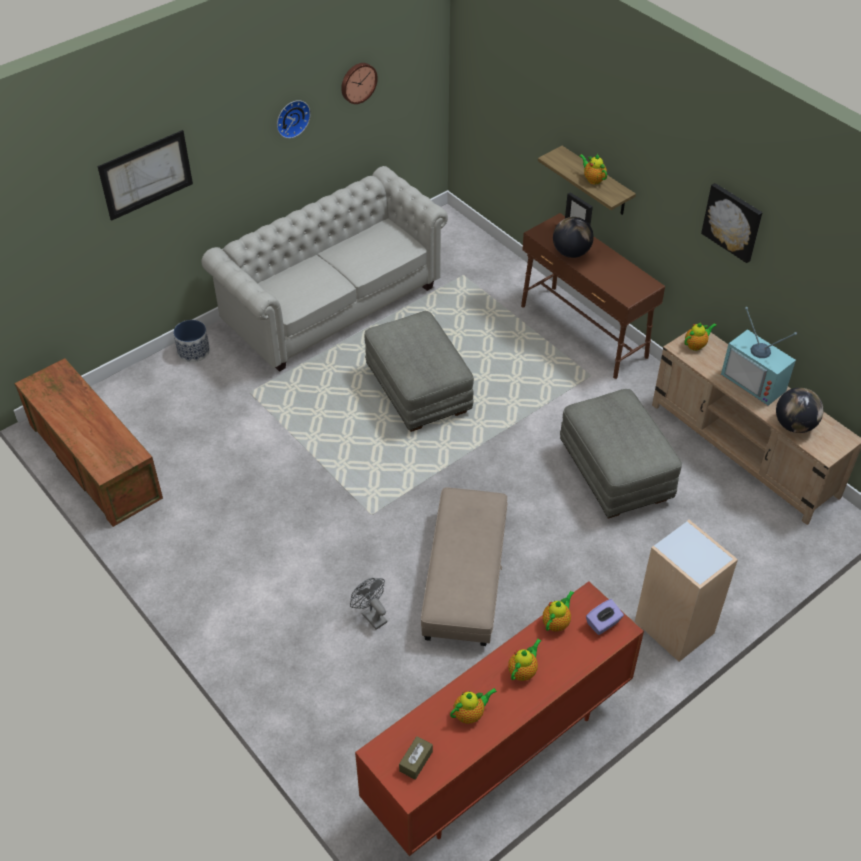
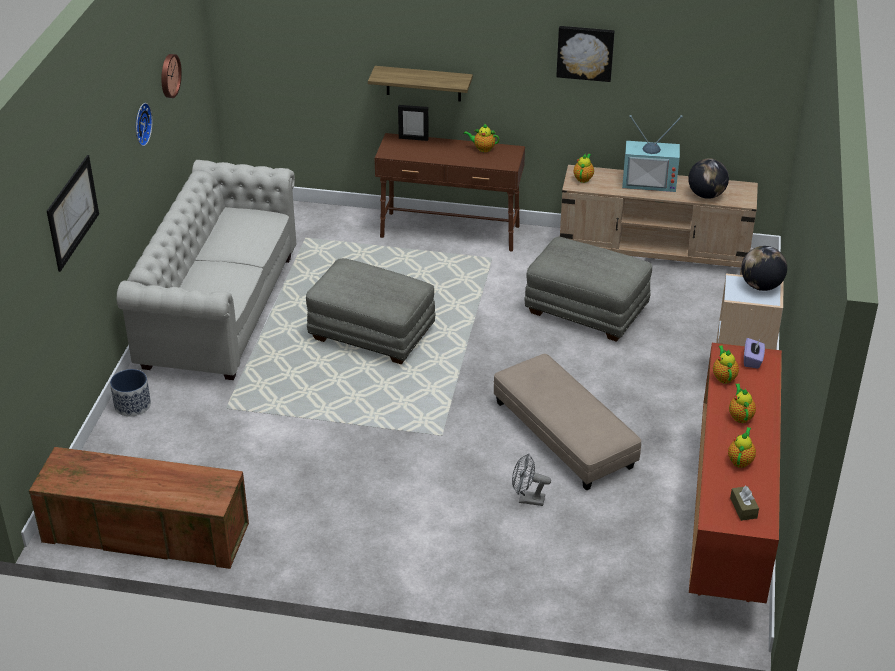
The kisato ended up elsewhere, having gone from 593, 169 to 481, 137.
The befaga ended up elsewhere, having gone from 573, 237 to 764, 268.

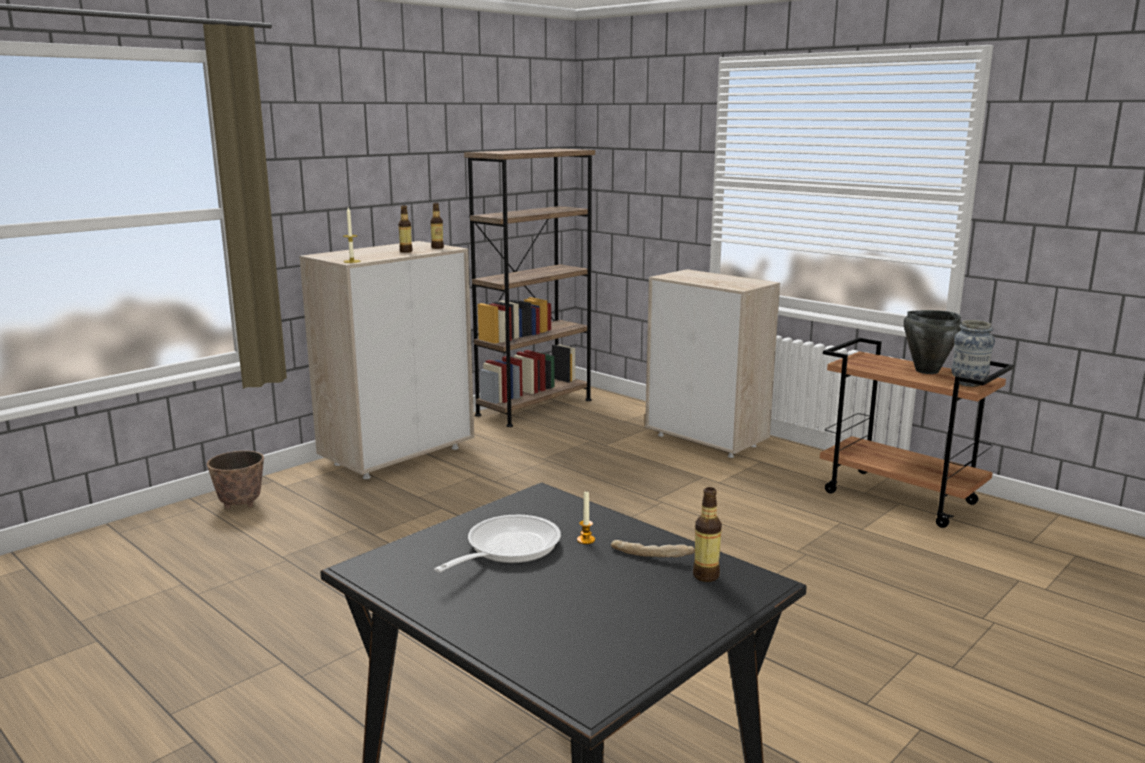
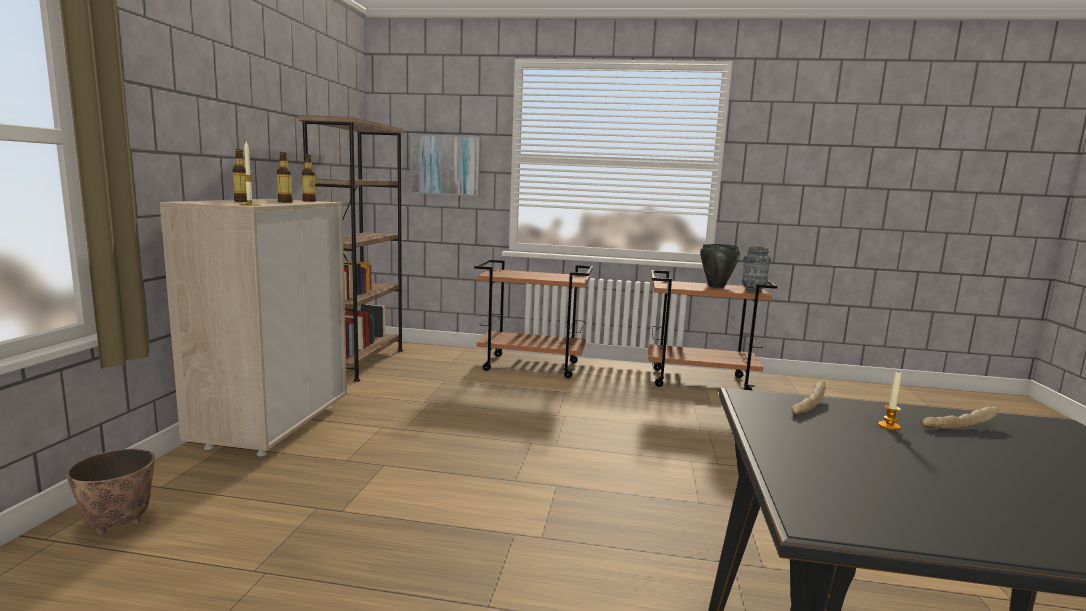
Where the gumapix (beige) stood at 712, 363, the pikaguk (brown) came to stand at 533, 319.
The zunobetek ended up elsewhere, having gone from 707, 534 to 240, 175.
The second view lost the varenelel at 497, 543.
The second view gained the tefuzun at 445, 165.
The second view gained the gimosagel at 808, 397.

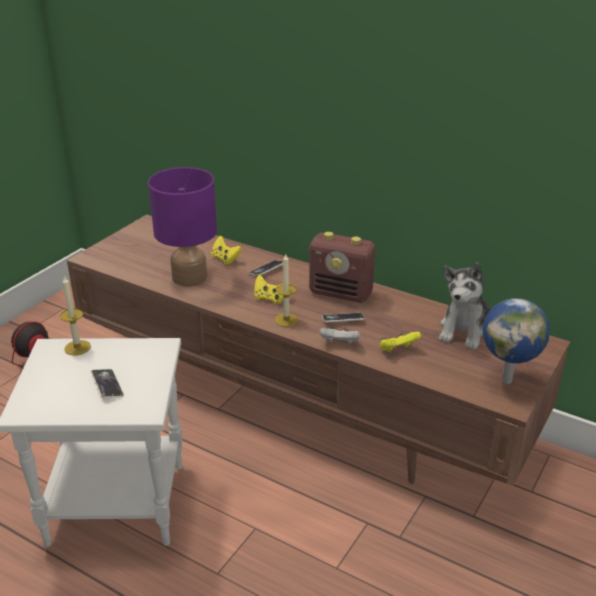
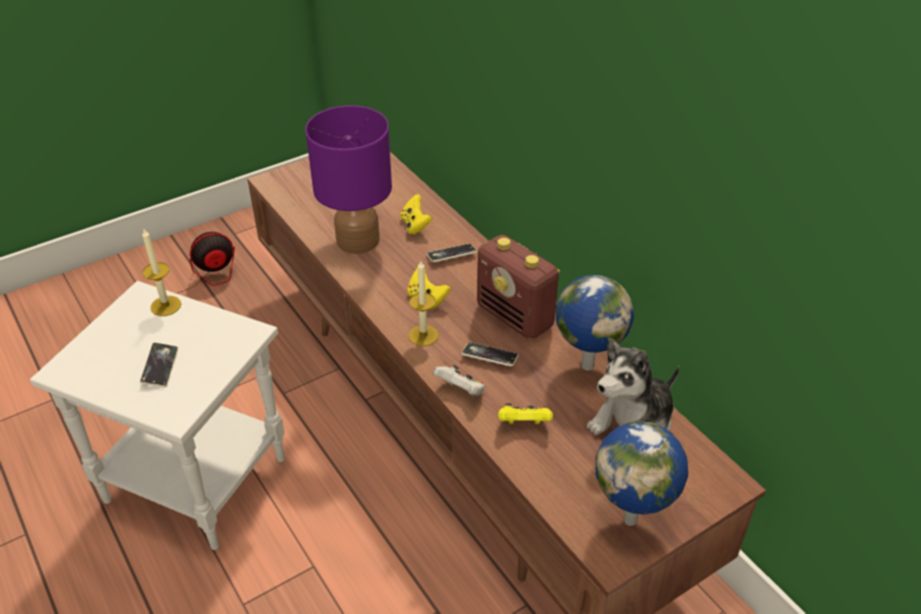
The second view gained the befaga at 595, 322.

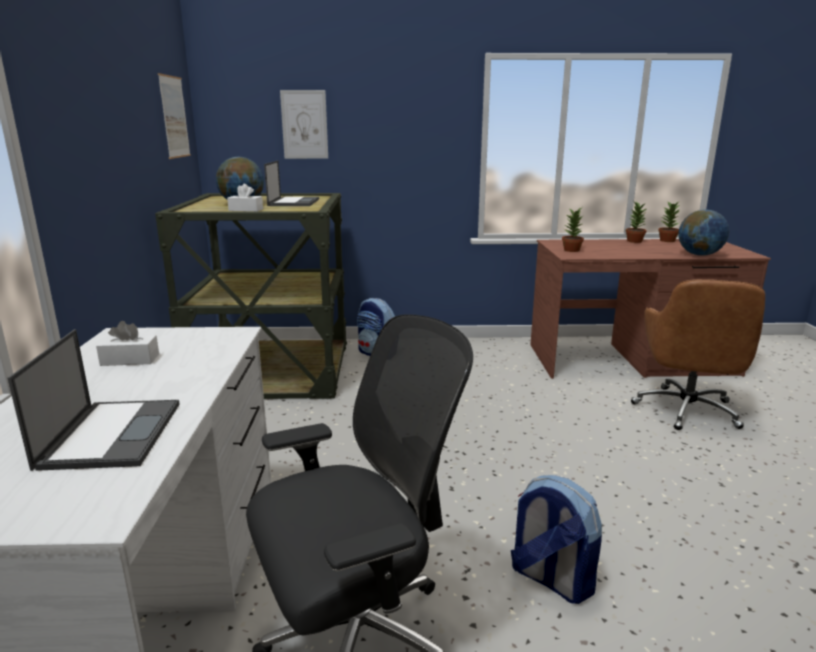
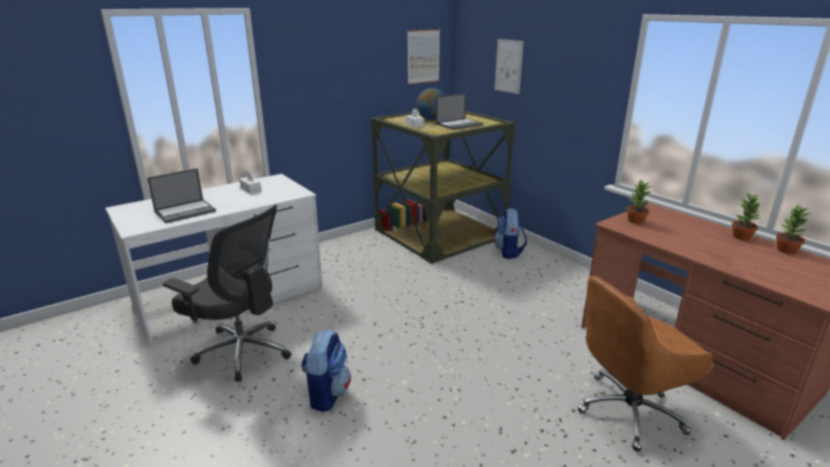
The second view lost the befaga at 703, 233.

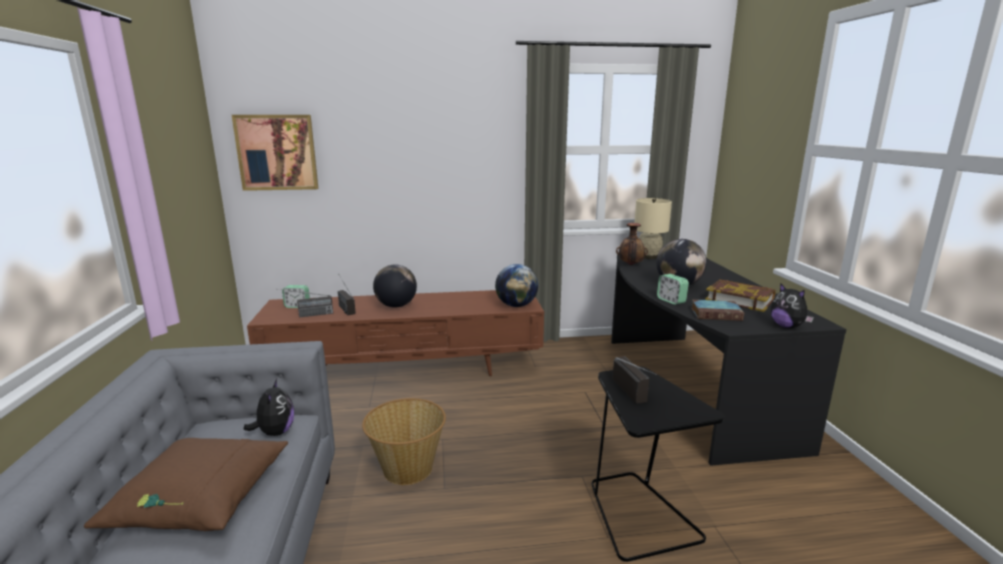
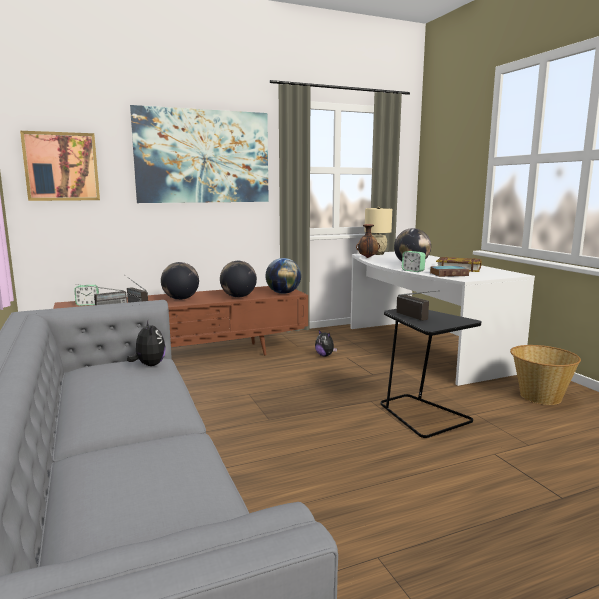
What was the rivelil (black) at 729, 360 turned into the rivelil (white) at 443, 319.
The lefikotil ended up elsewhere, having gone from 792, 305 to 326, 343.
The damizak ended up elsewhere, having gone from 404, 441 to 545, 375.
The second view lost the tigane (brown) at 186, 484.
The second view gained the tefuzun at 199, 154.
The second view gained the befaga at 238, 279.

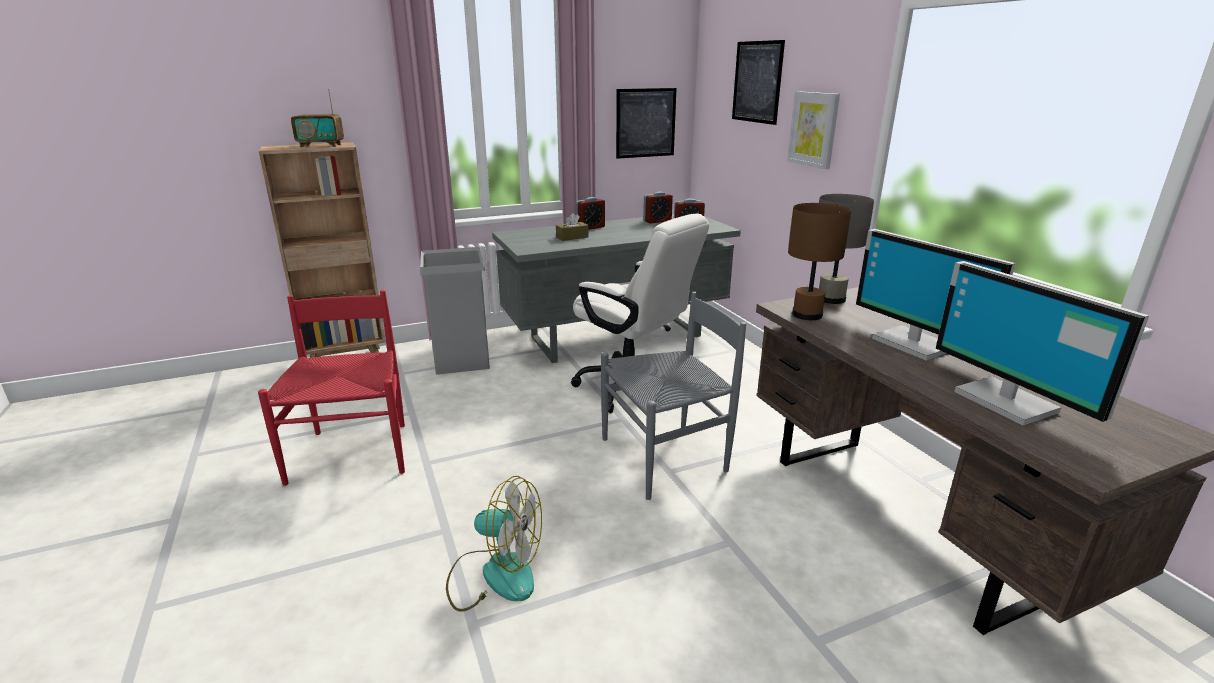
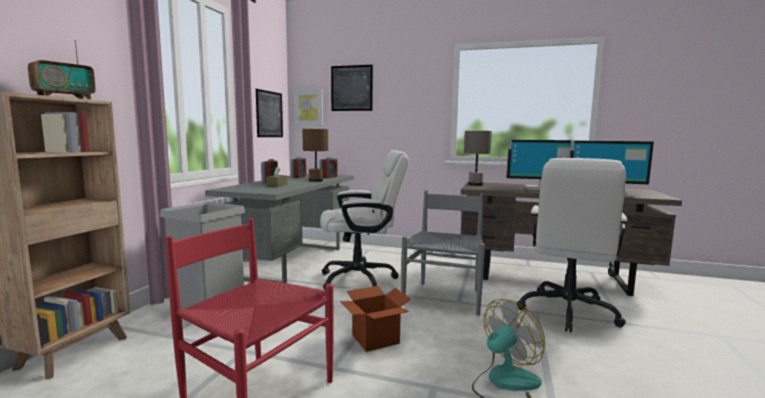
The tefuzun ended up elsewhere, having gone from 813, 130 to 308, 107.
The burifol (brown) ended up elsewhere, having gone from 819, 261 to 315, 155.
The second view gained the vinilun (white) at 572, 245.
The second view gained the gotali at 375, 319.

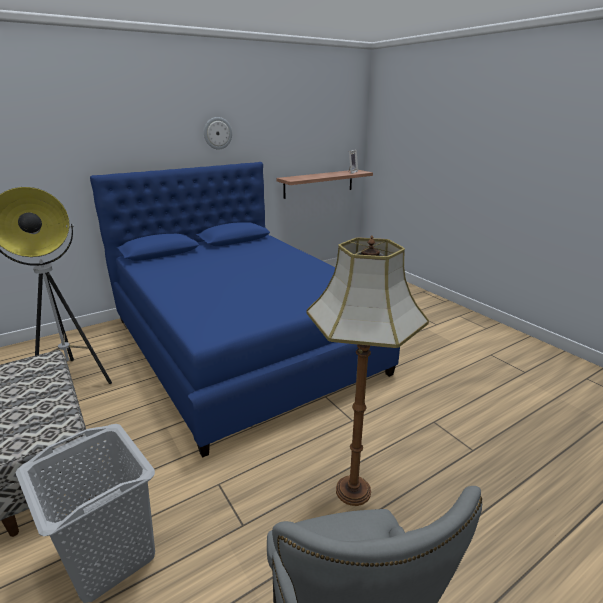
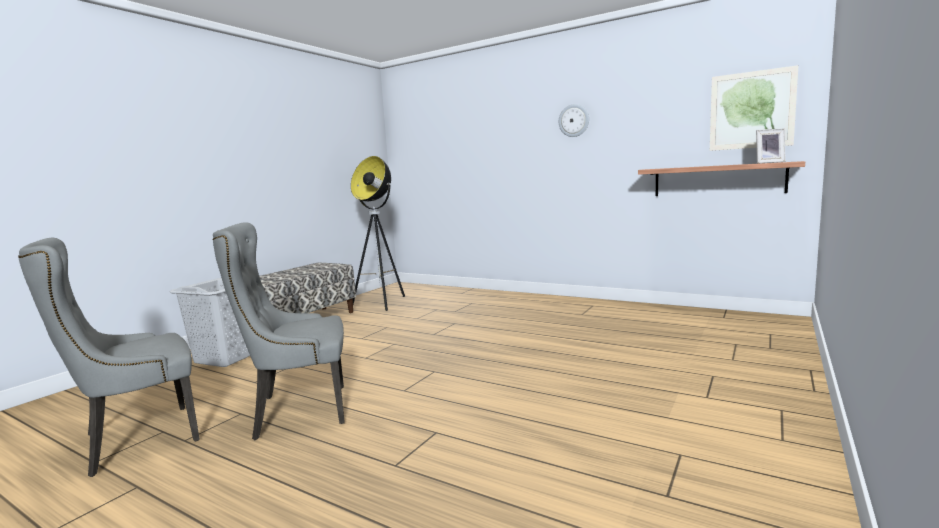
The second view lost the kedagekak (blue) at 245, 310.
Where the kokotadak stood at 368, 370, the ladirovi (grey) came to stand at 279, 331.
The second view gained the tefuzun at 754, 108.

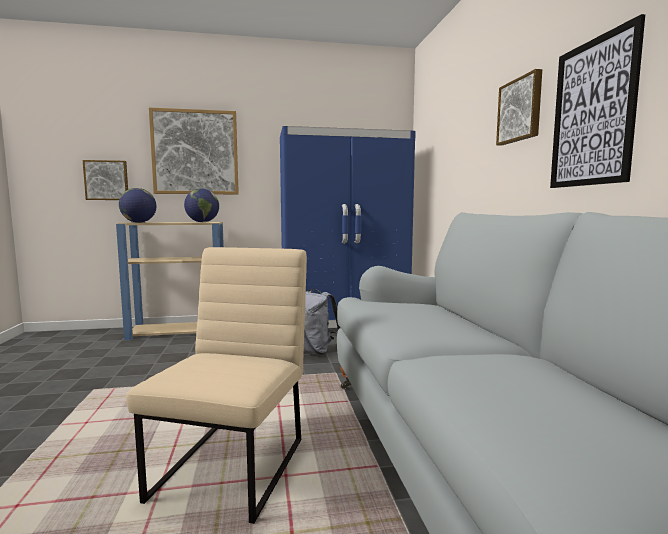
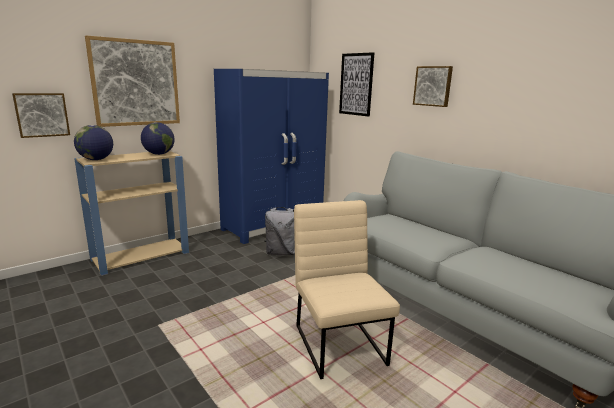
The tefuzun ended up elsewhere, having gone from 597, 101 to 356, 84.

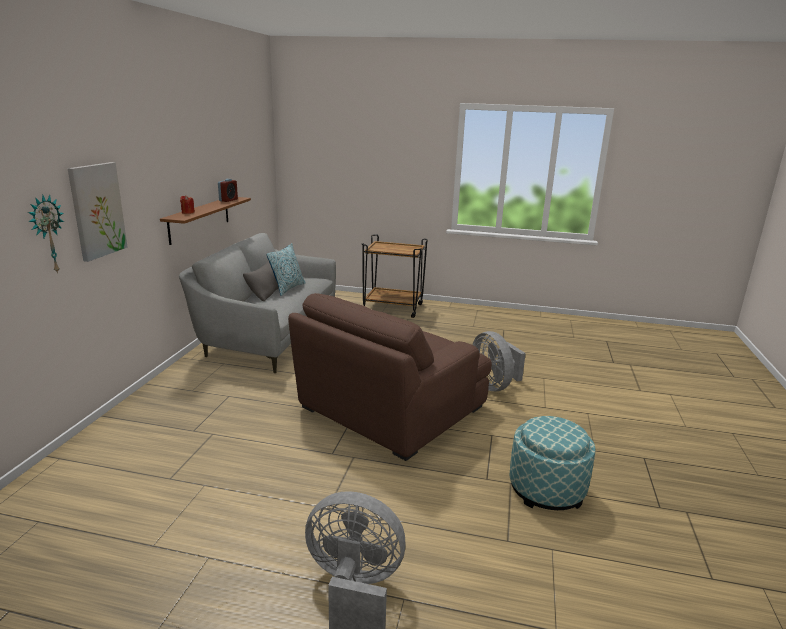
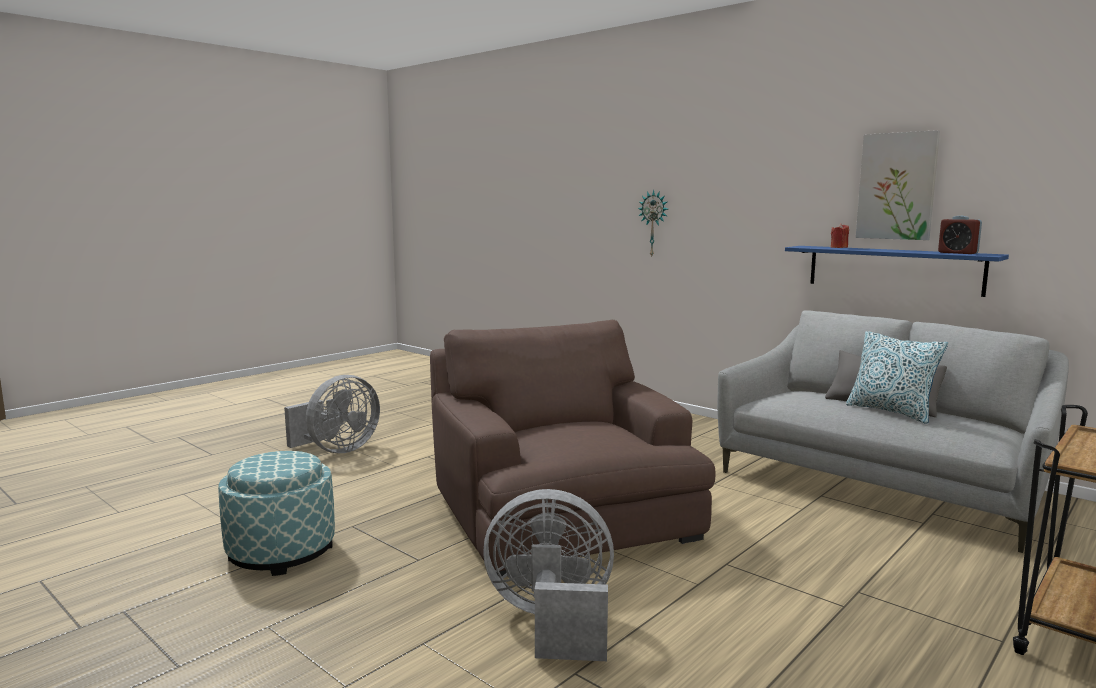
The tefuzun ended up elsewhere, having gone from 97, 212 to 898, 185.
What was the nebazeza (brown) at 205, 221 turned into the nebazeza (blue) at 897, 271.

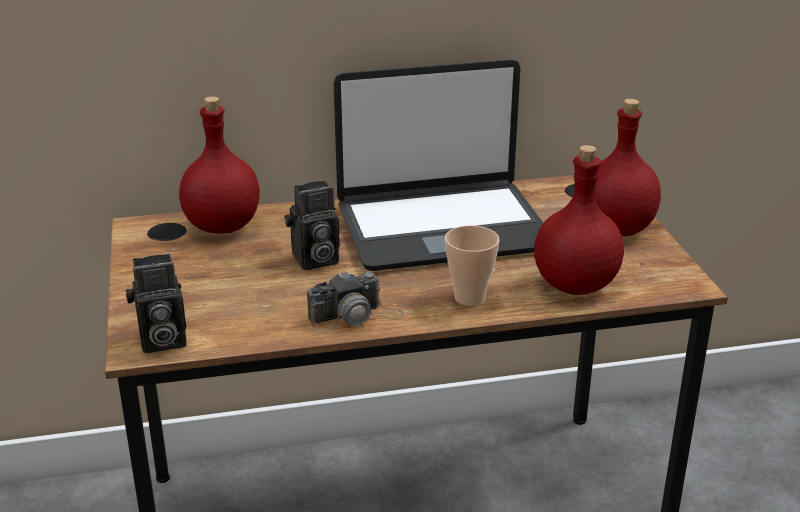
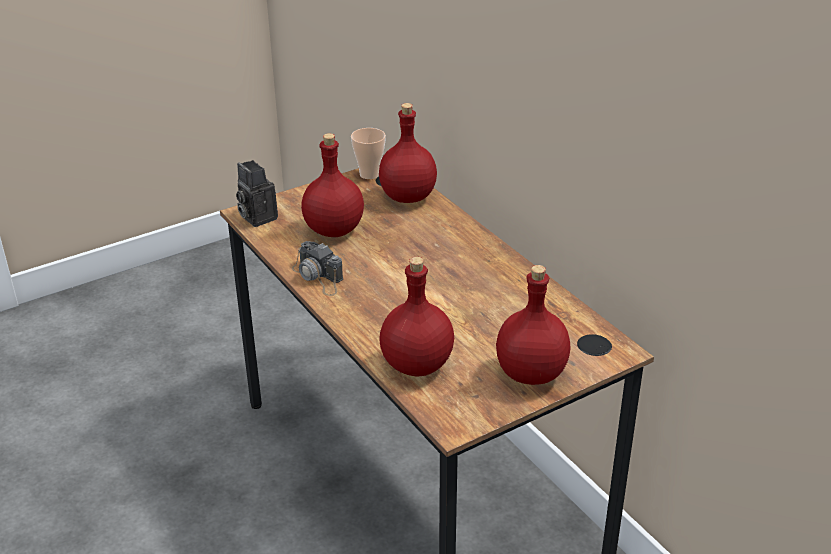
The second view lost the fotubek at 438, 165.
The second view lost the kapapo at 312, 225.
The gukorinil ended up elsewhere, having gone from 472, 265 to 368, 153.
The second view gained the zunobetek (red) at 332, 185.

